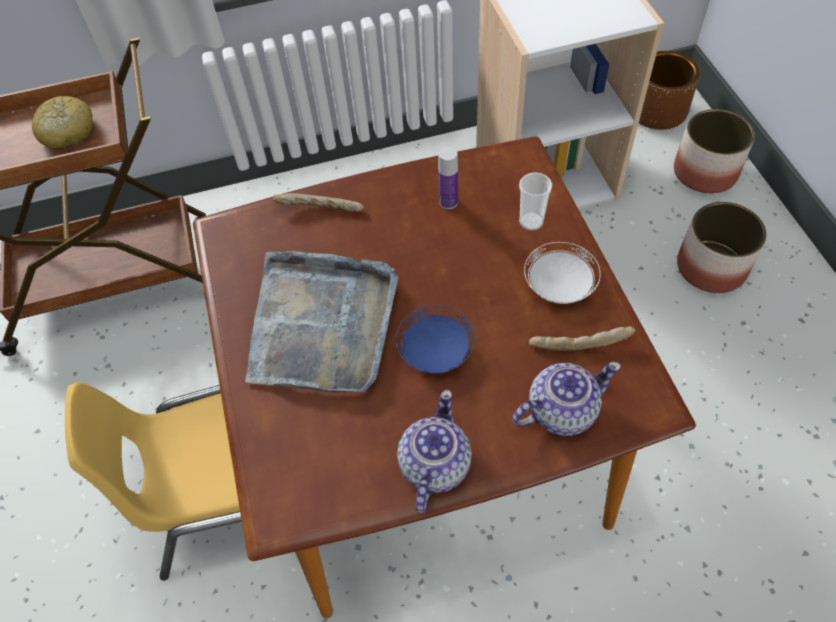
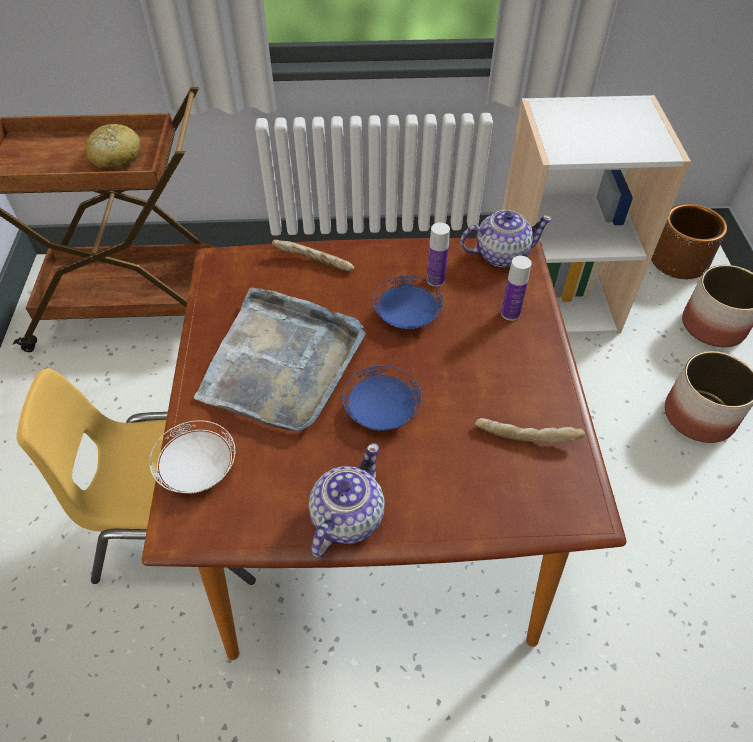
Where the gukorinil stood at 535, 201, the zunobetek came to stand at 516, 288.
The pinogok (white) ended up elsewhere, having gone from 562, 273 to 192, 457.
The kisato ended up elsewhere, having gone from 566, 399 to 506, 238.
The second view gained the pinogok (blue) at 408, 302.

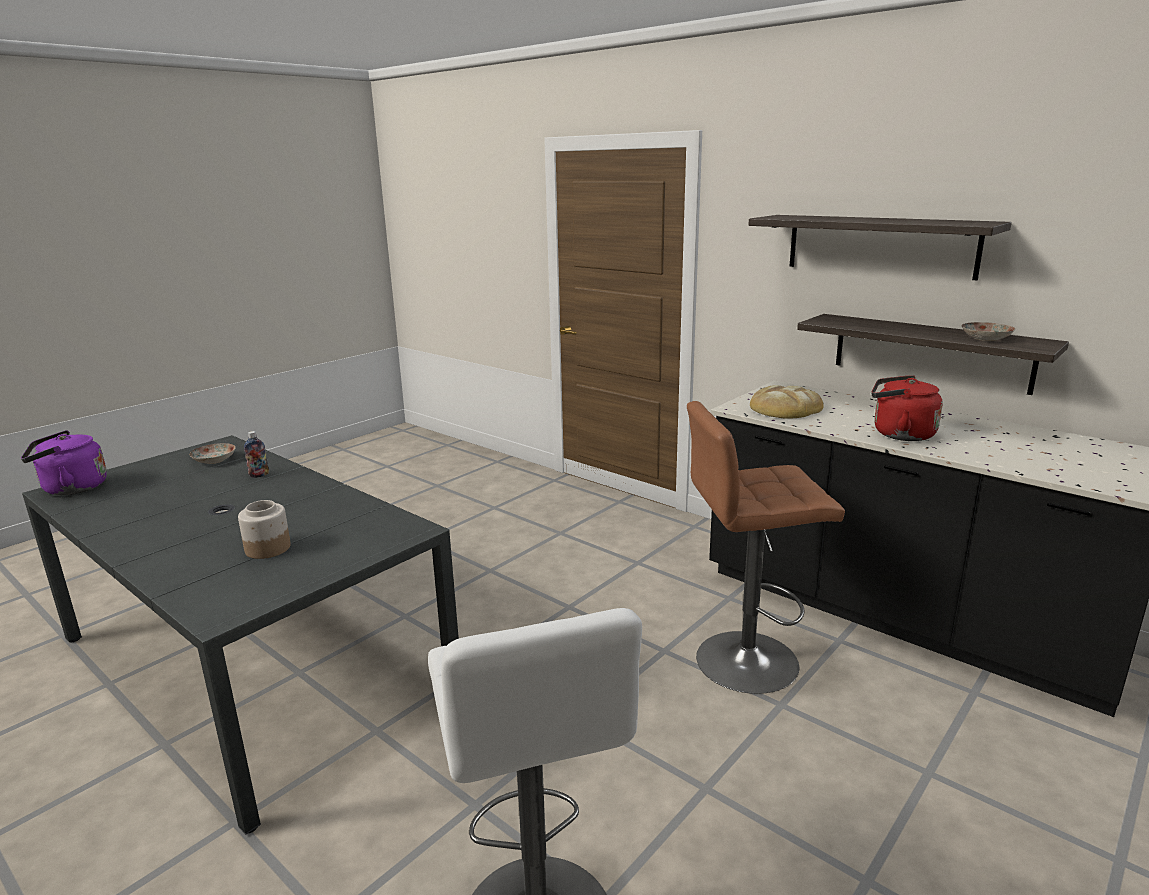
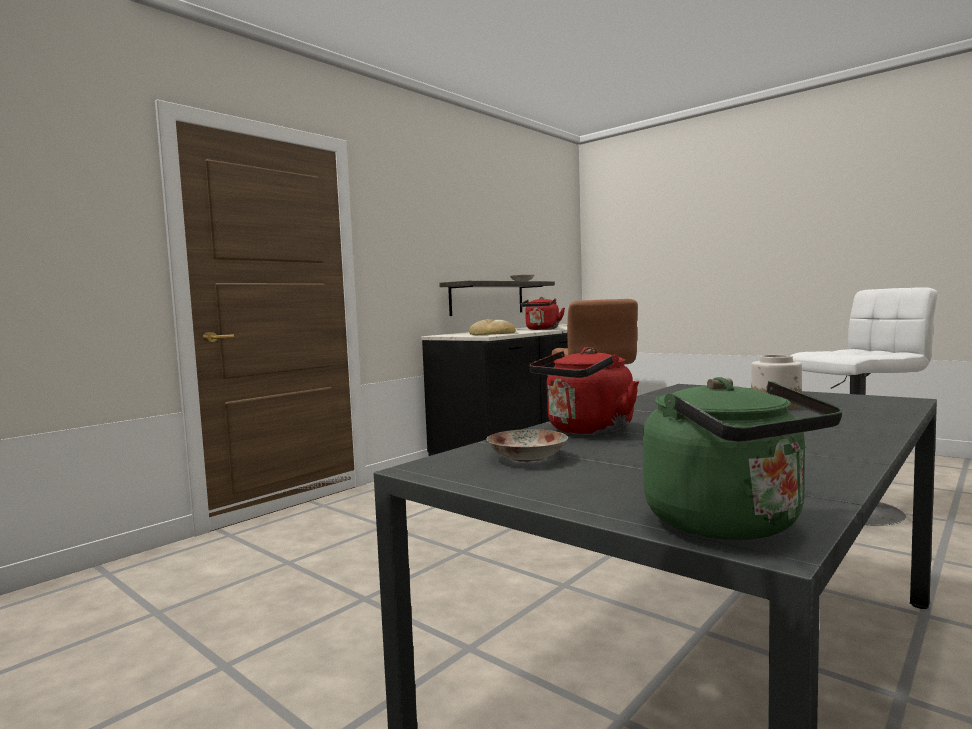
The second view lost the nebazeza at 880, 247.
What was the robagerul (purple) at 64, 462 turned into the robagerul (green) at 742, 458.
Where the zunobetek stood at 256, 454, the robagerul (red) came to stand at 584, 391.

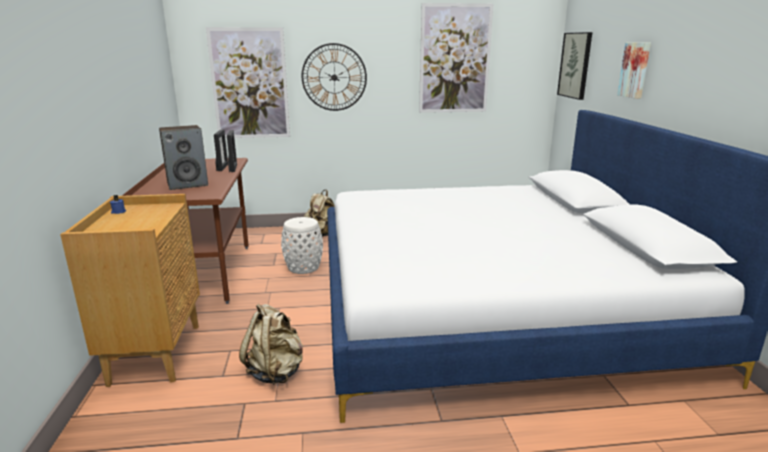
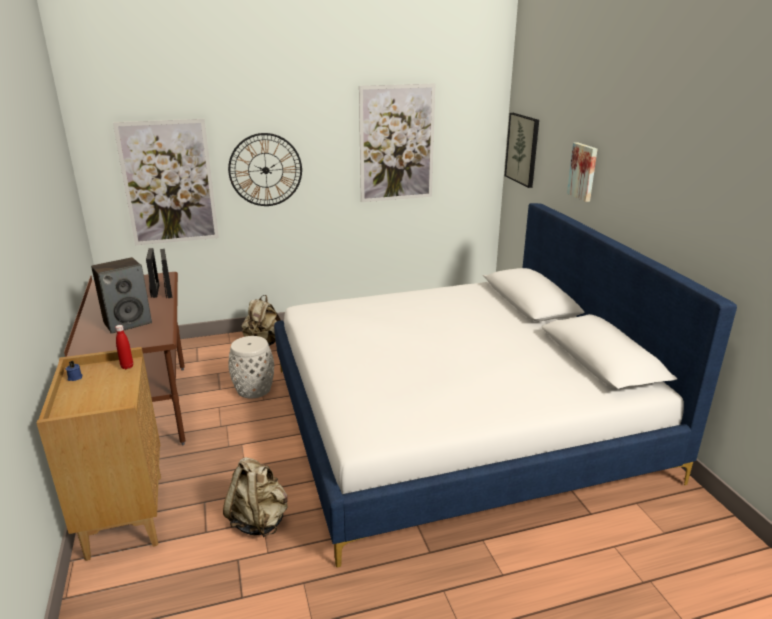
The second view gained the zunobetek (red) at 124, 347.

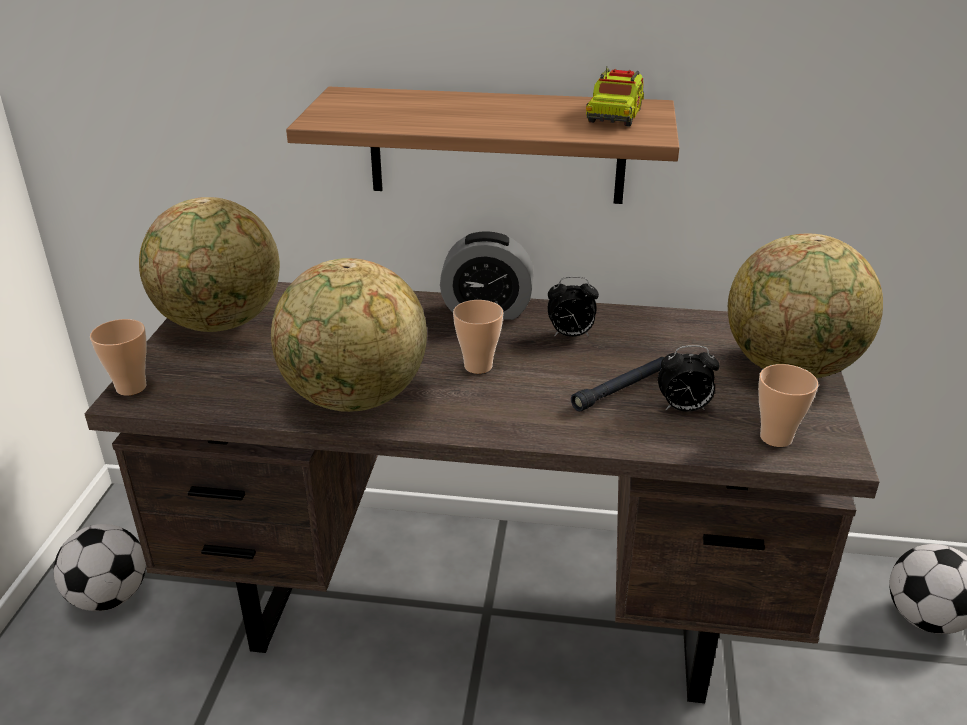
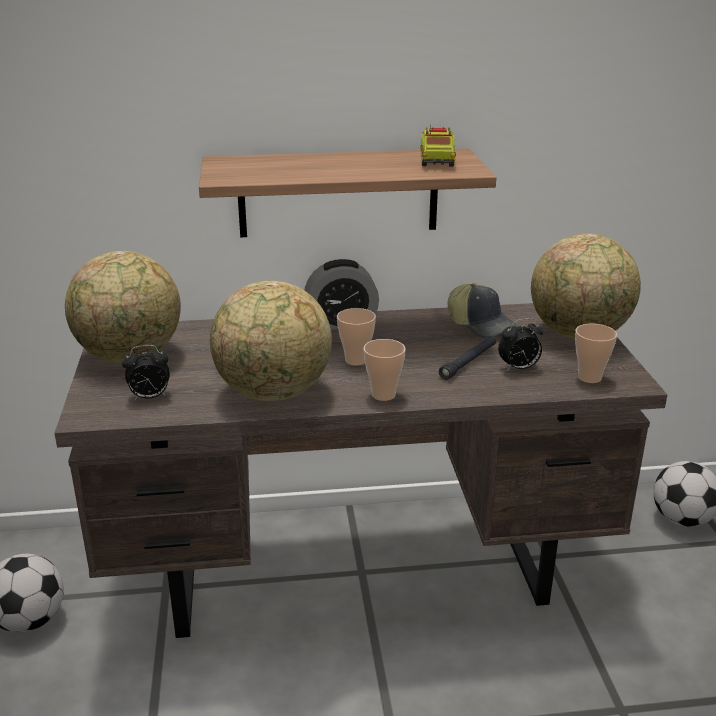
The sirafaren ended up elsewhere, having gone from 573, 307 to 146, 372.
The gukorinil ended up elsewhere, having gone from 118, 357 to 384, 370.
The second view gained the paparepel at 482, 311.

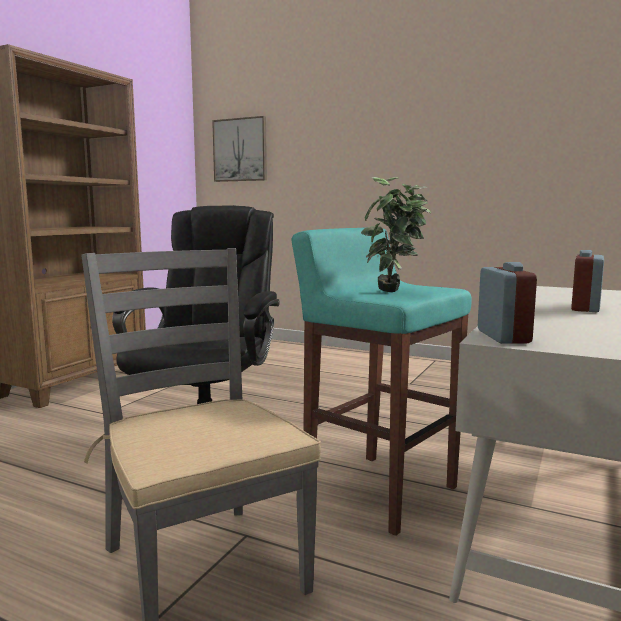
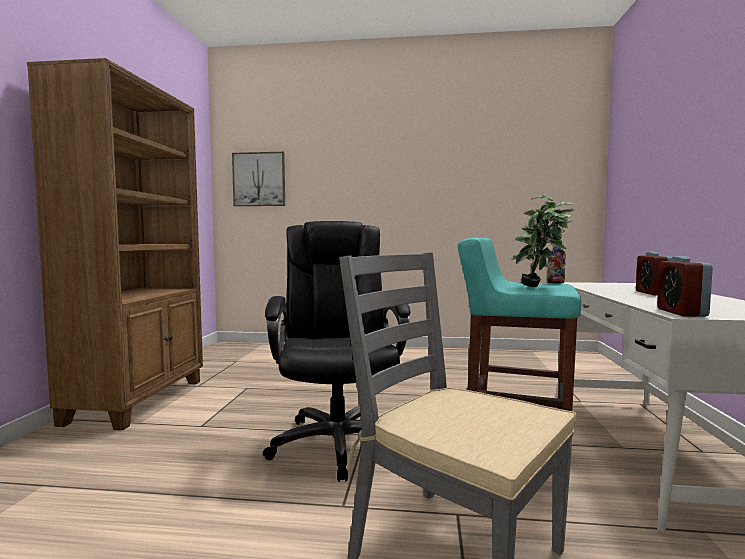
The sirafaren at 507, 303 ended up facing another way, 150 degrees counterclockwise from before.
The second view gained the zunobetek at 556, 265.

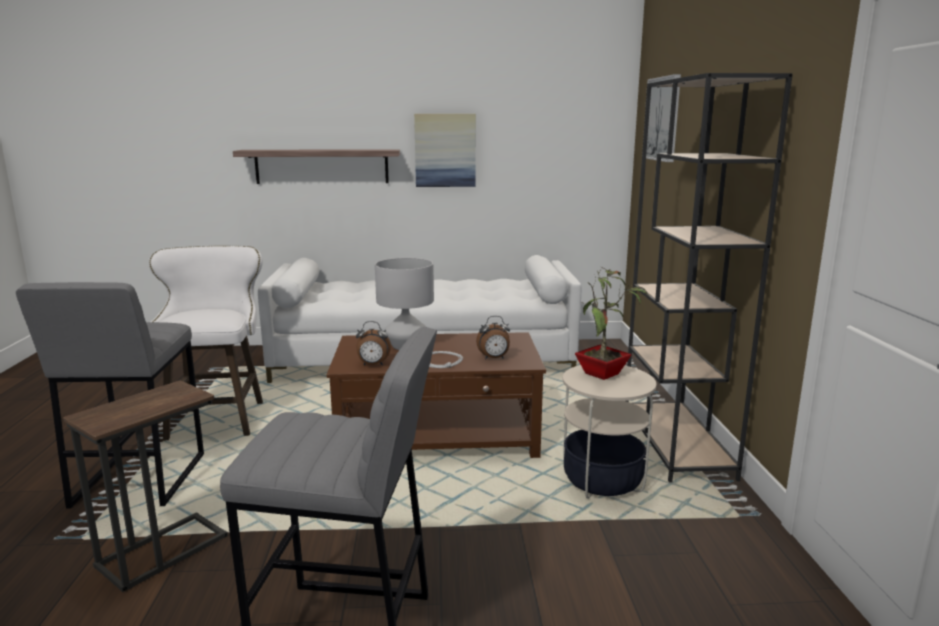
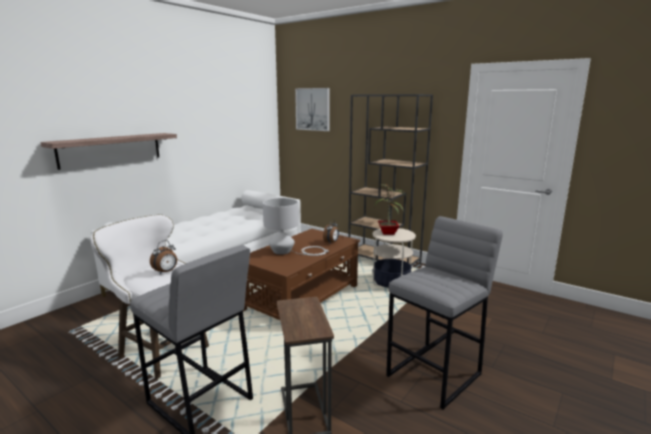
The second view lost the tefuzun at 445, 150.
The sirafaren ended up elsewhere, having gone from 373, 343 to 163, 257.

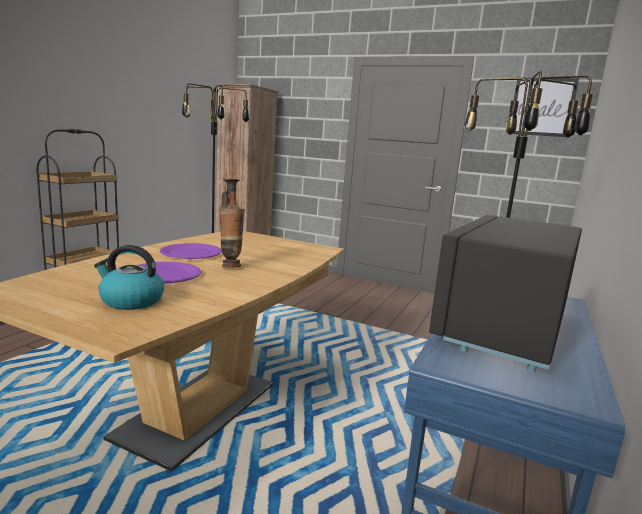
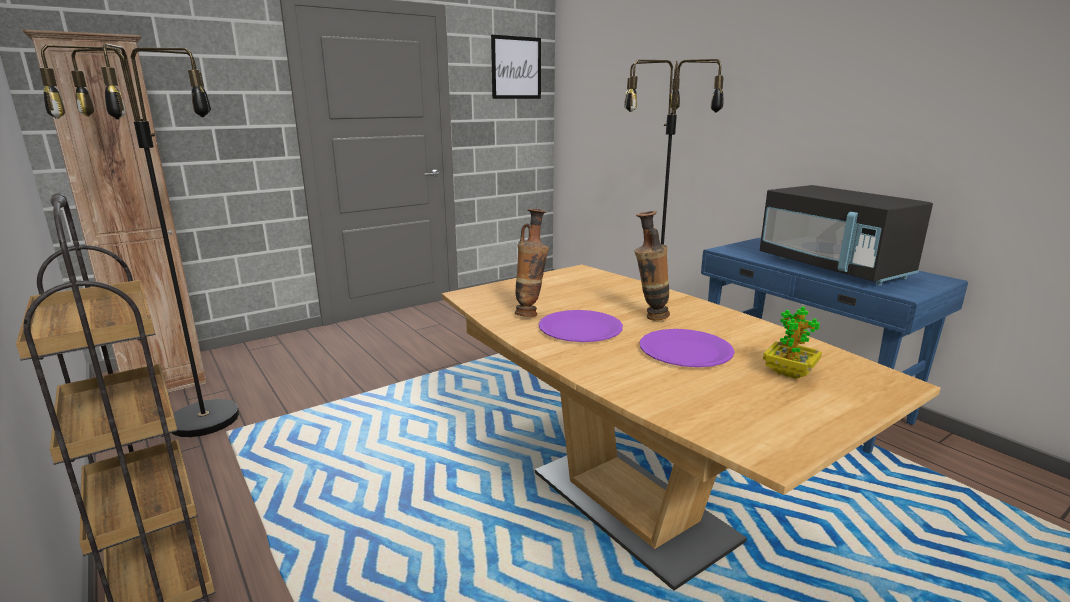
Where the robagerul stood at 129, 277, the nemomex came to stand at 792, 343.
The second view gained the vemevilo at 532, 263.

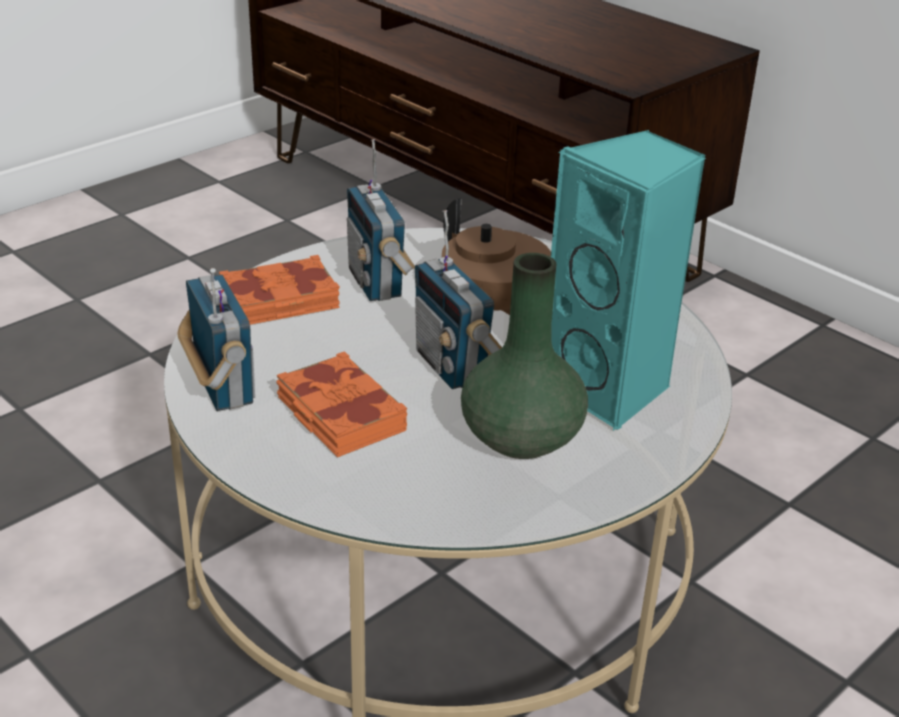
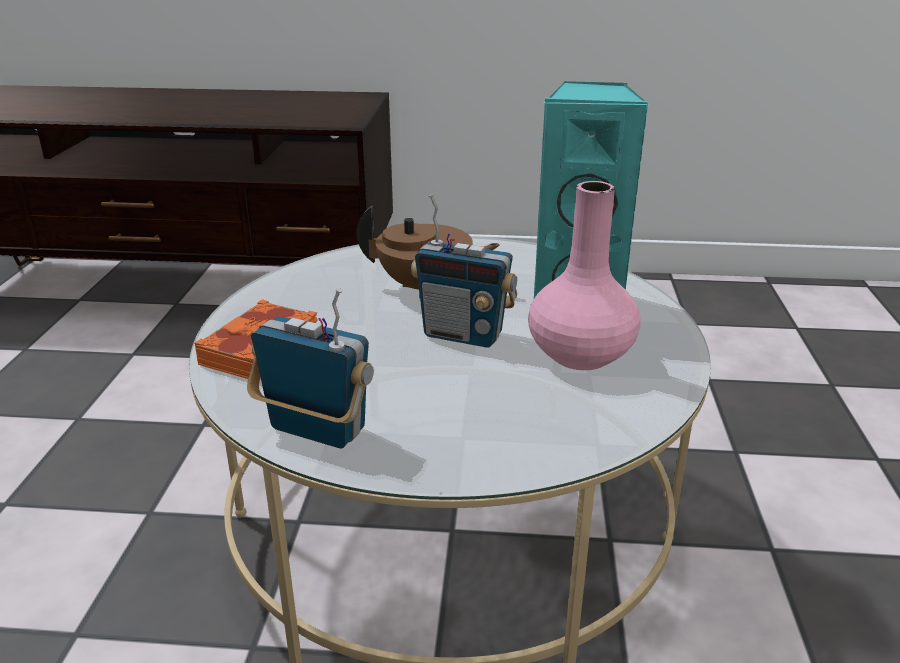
The second view lost the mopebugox at 381, 220.
What was the vemevilo (green) at 524, 356 turned into the vemevilo (pink) at 584, 275.
The second view lost the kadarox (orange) at 342, 404.

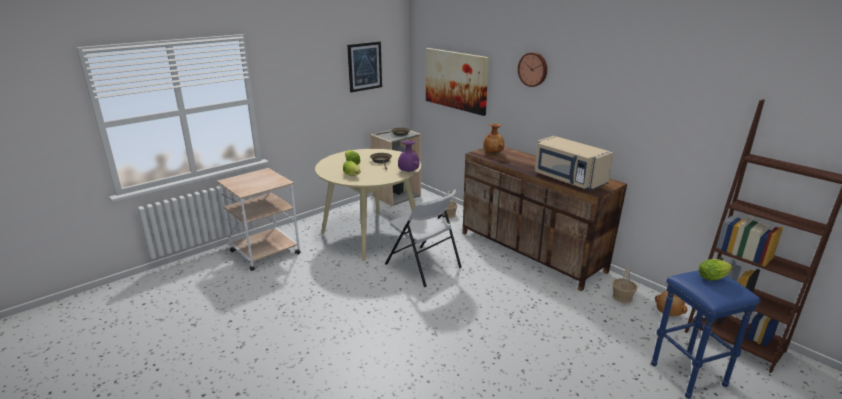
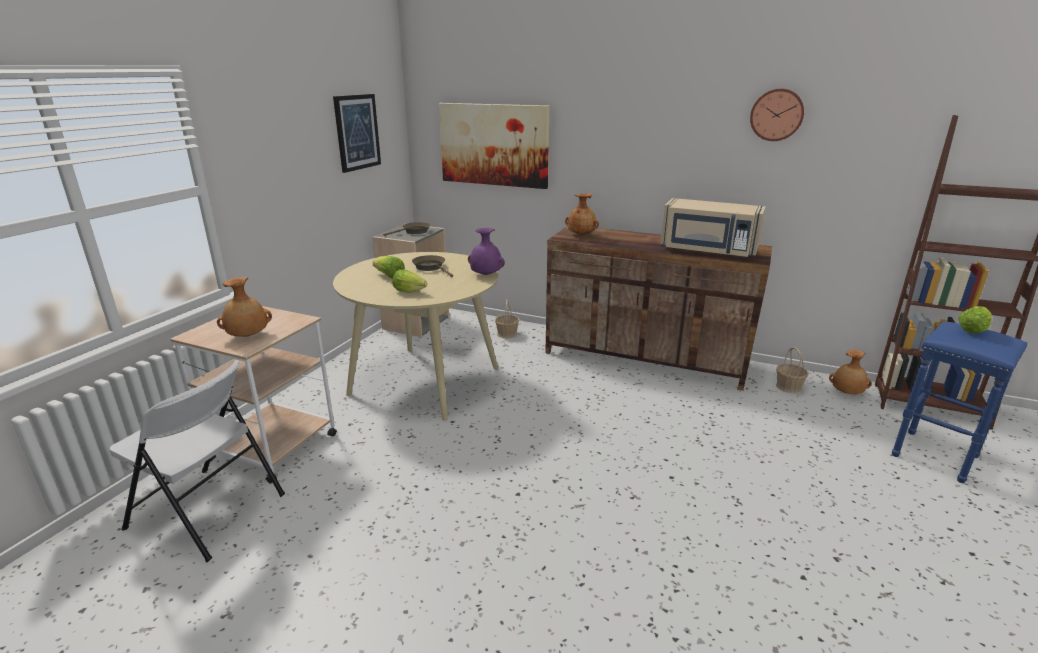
The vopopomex ended up elsewhere, having gone from 532, 69 to 777, 115.
The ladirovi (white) ended up elsewhere, having gone from 423, 239 to 197, 461.
The second view gained the vemevilo (brown) at 244, 307.

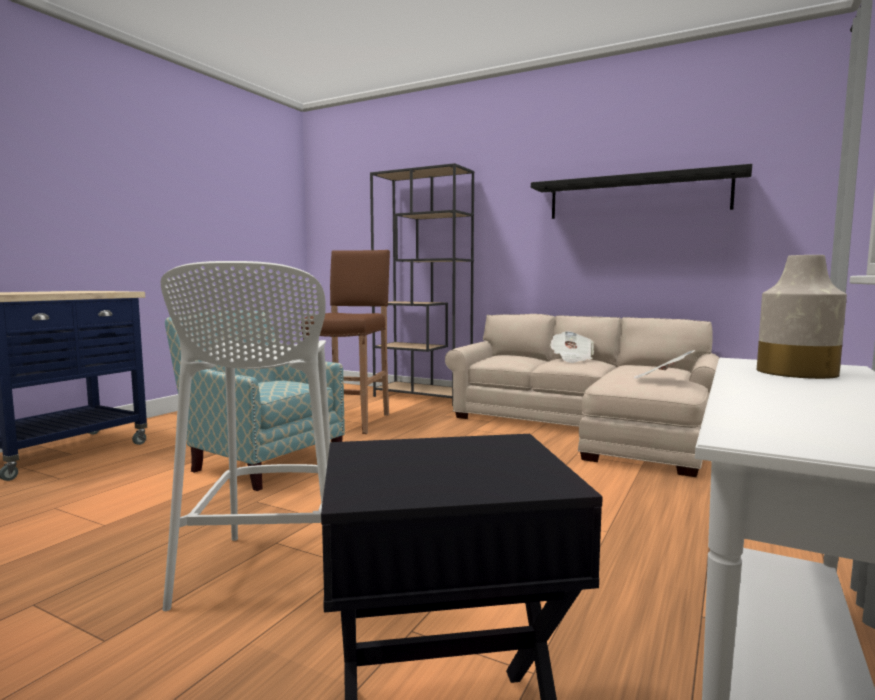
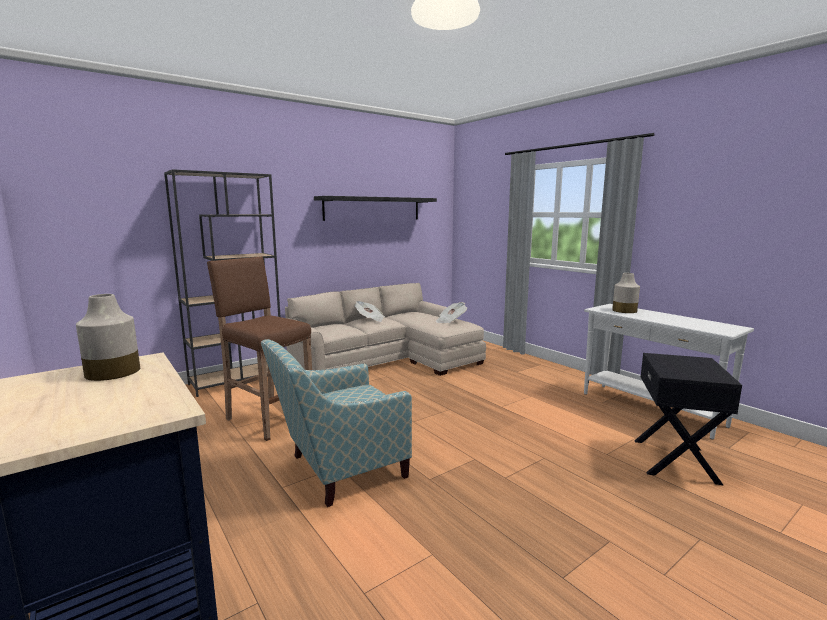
The second view lost the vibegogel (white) at 246, 436.
The second view gained the vemevilo (beige) at 108, 337.

